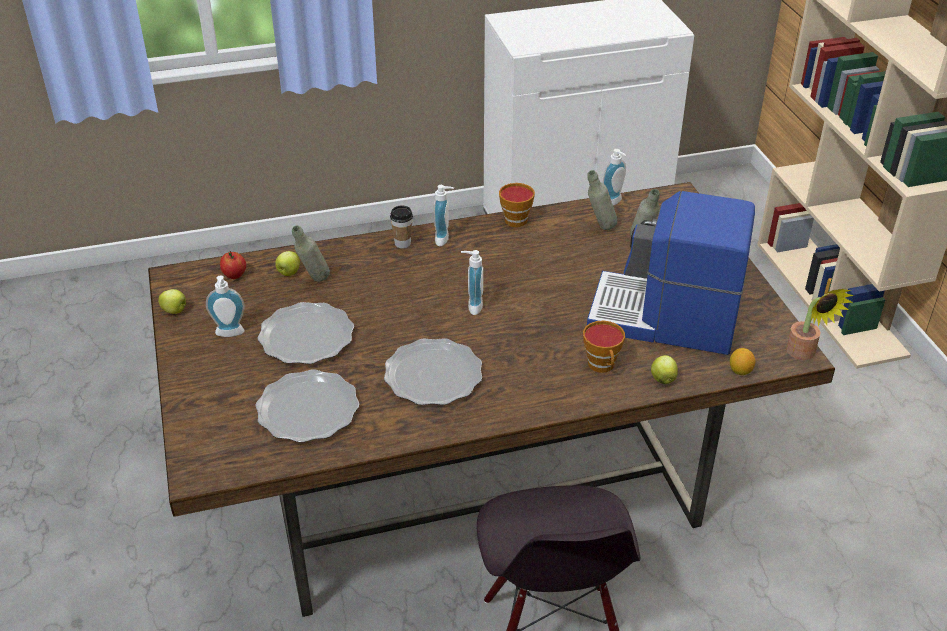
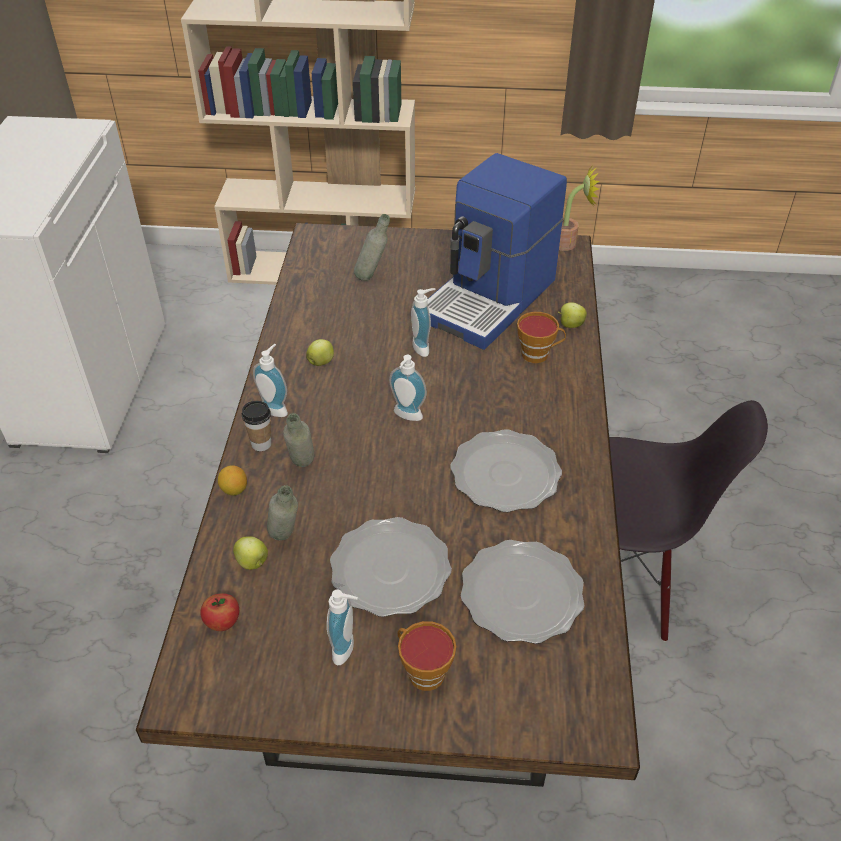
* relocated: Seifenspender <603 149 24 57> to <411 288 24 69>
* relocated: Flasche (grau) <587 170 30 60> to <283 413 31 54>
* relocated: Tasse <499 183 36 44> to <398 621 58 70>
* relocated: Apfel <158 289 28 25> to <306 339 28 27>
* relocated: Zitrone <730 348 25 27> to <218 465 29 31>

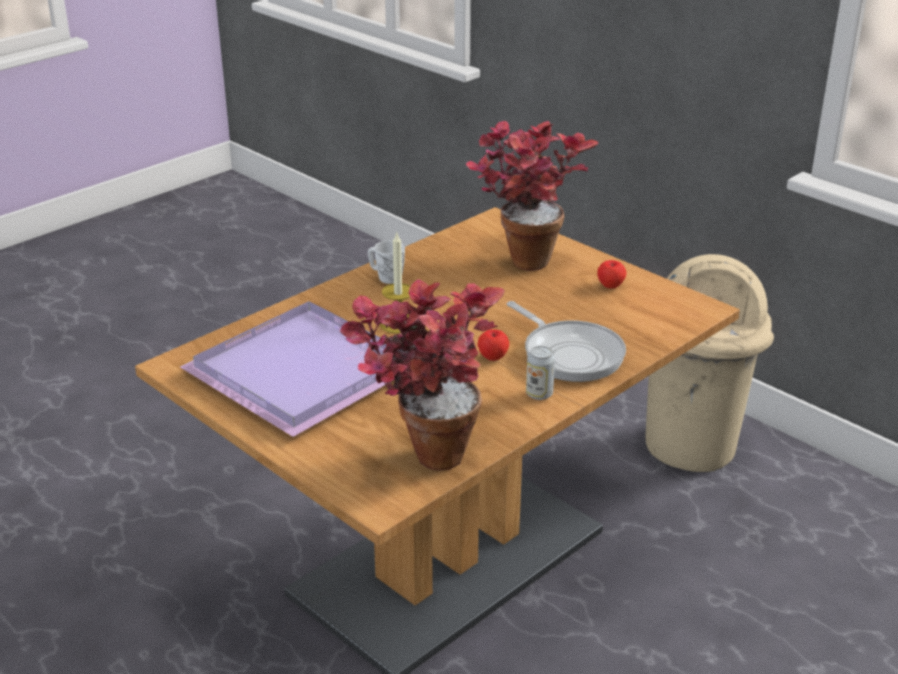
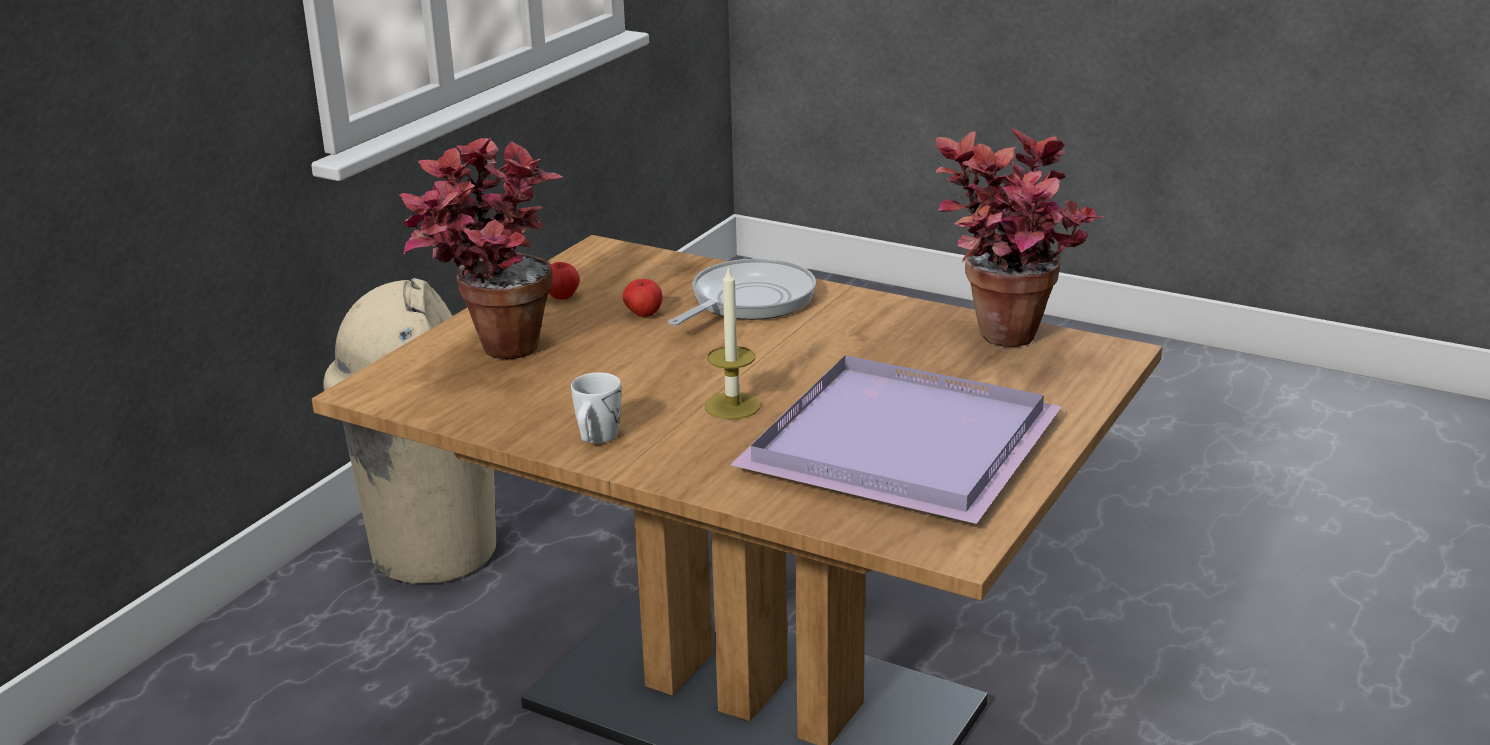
* relocated: Apfel <477 329 32 32> to <623 279 40 38>
* missing: Dose <526 346 29 54>

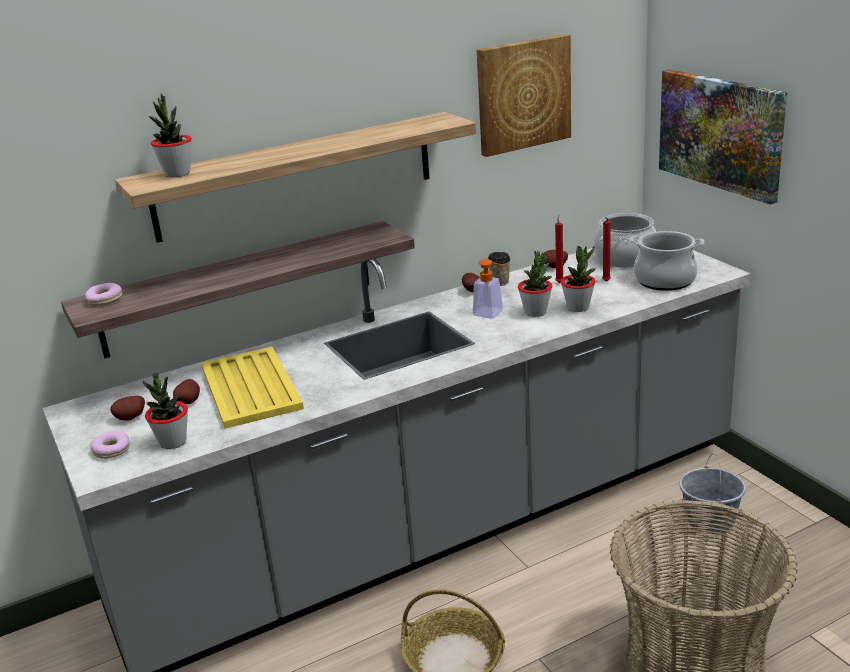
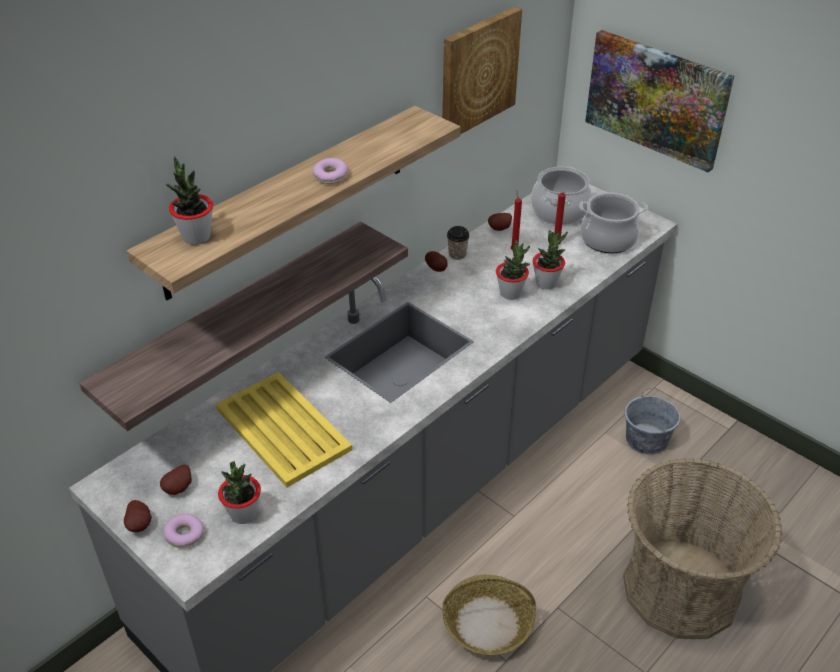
* missing: Seifenspender <473 259 34 60>
* relocated: Donut <85 283 37 23> to <313 158 35 26>
* relocated: Kartoffel <173 379 27 25> to <124 500 28 32>

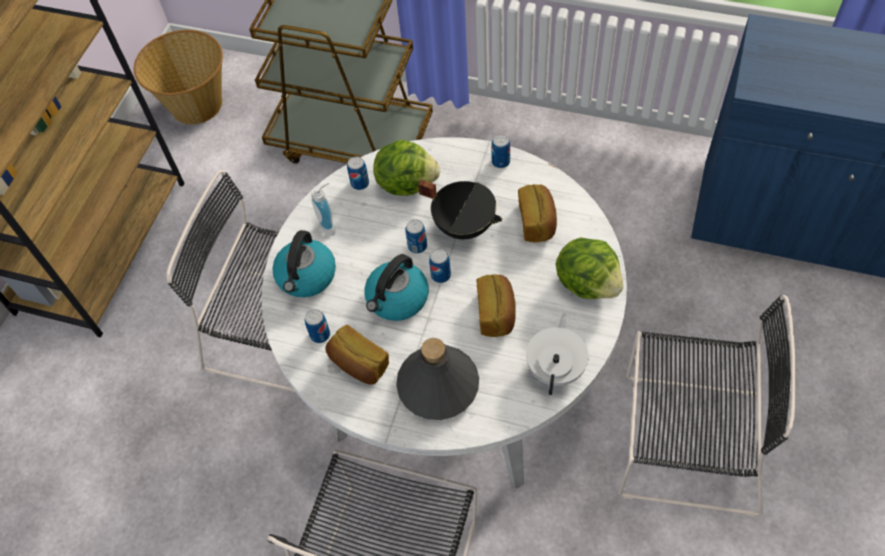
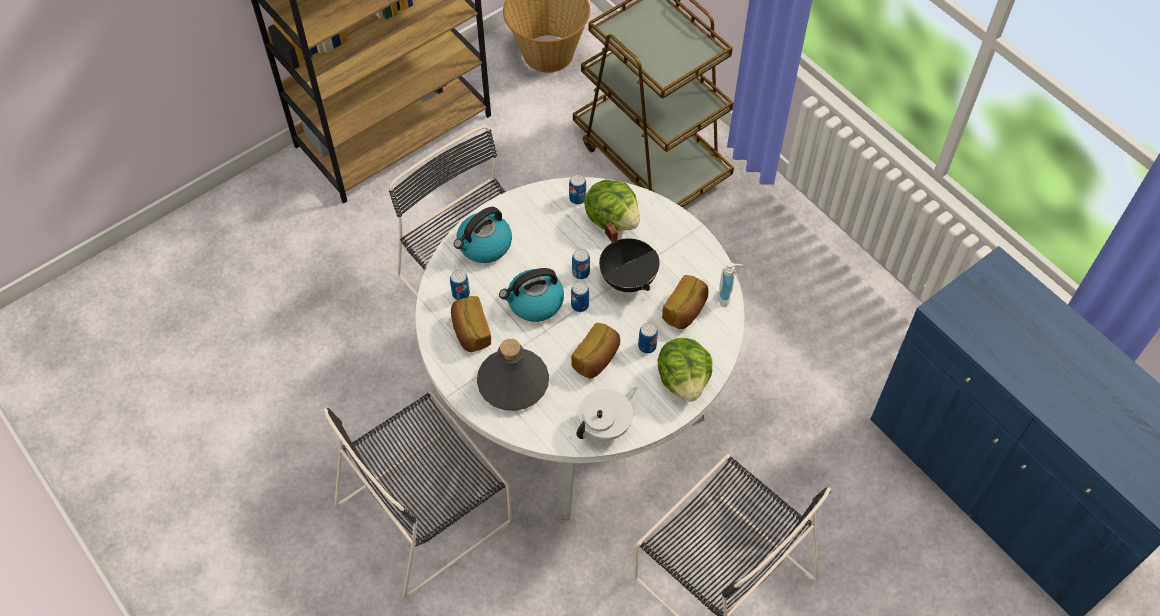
* relocated: Dose <491 134 19 34> to <638 323 20 31>
* relocated: Seifenspender <312 182 24 54> to <718 262 25 45>

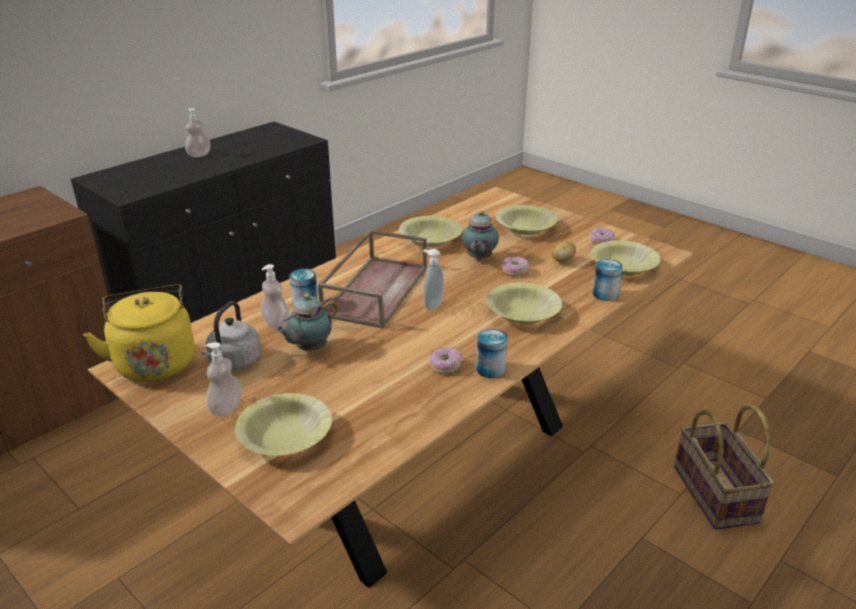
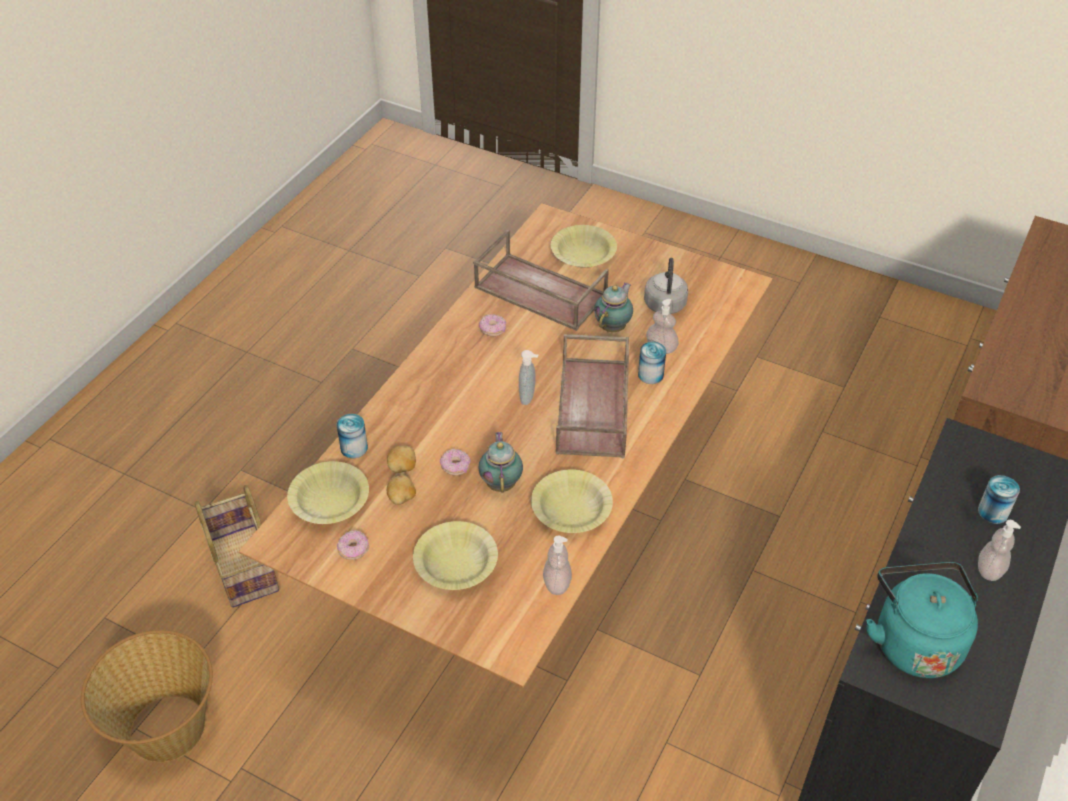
* missing: Schüssel (gelb) <486 282 76 42>
* missing: Wasserkessel (gelb) <83 284 112 98>
* relocated: Dose <476 329 32 49> to <978 475 42 49>
* relocated: Seifenspender <206 342 35 74> to <543 535 29 60>
* appeared: Tablett (braun) <473 230 136 101>
* appeared: Kartoffel <387 446 29 27>
* appeared: Wasserkessel (türkis) <866 562 112 116>
* appeared: Korb <81 630 132 132>

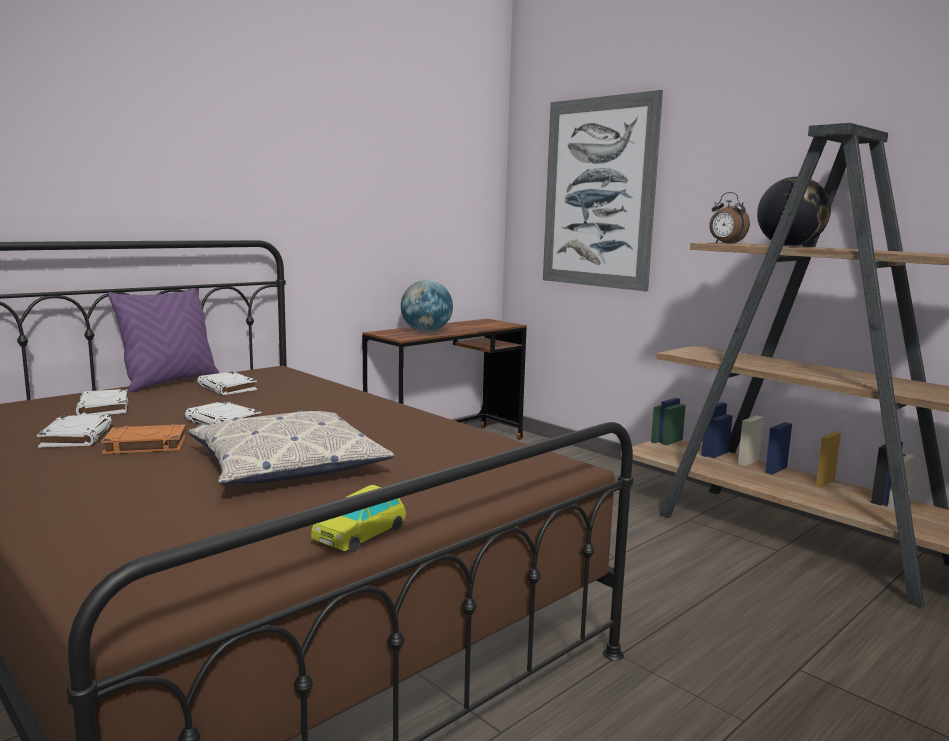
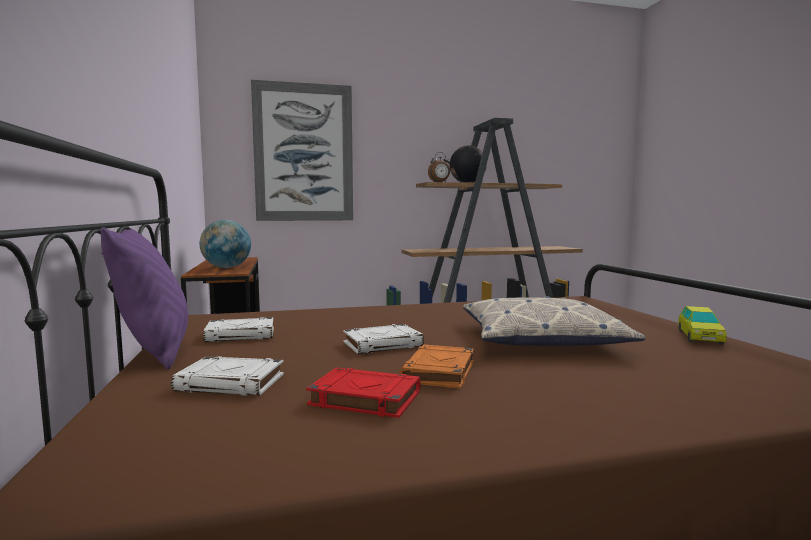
* colour: Buch (weiß) <37 415 75 33> to Buch (rot) <306 367 115 51>
* spun: Spielzeugauto <311 485 95 68> = <678 306 49 38> 45 degrees clockwise

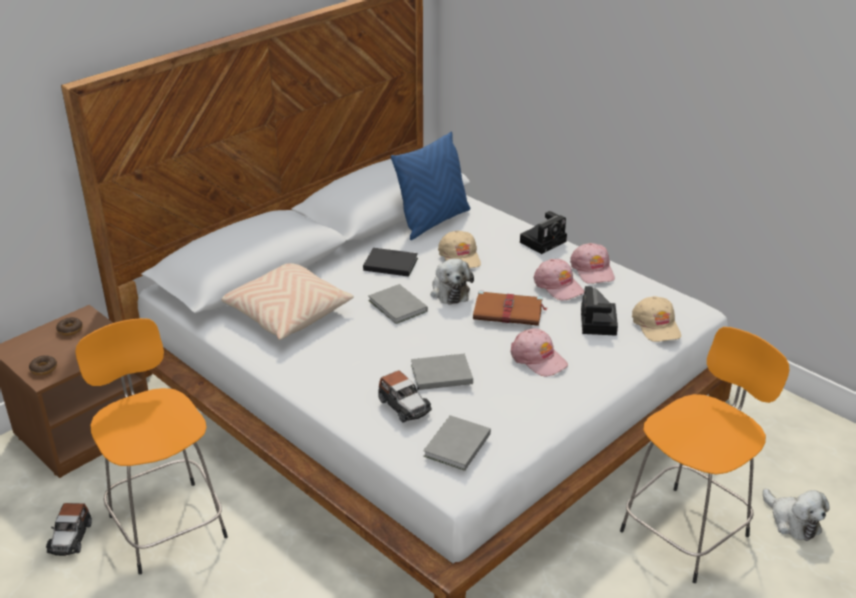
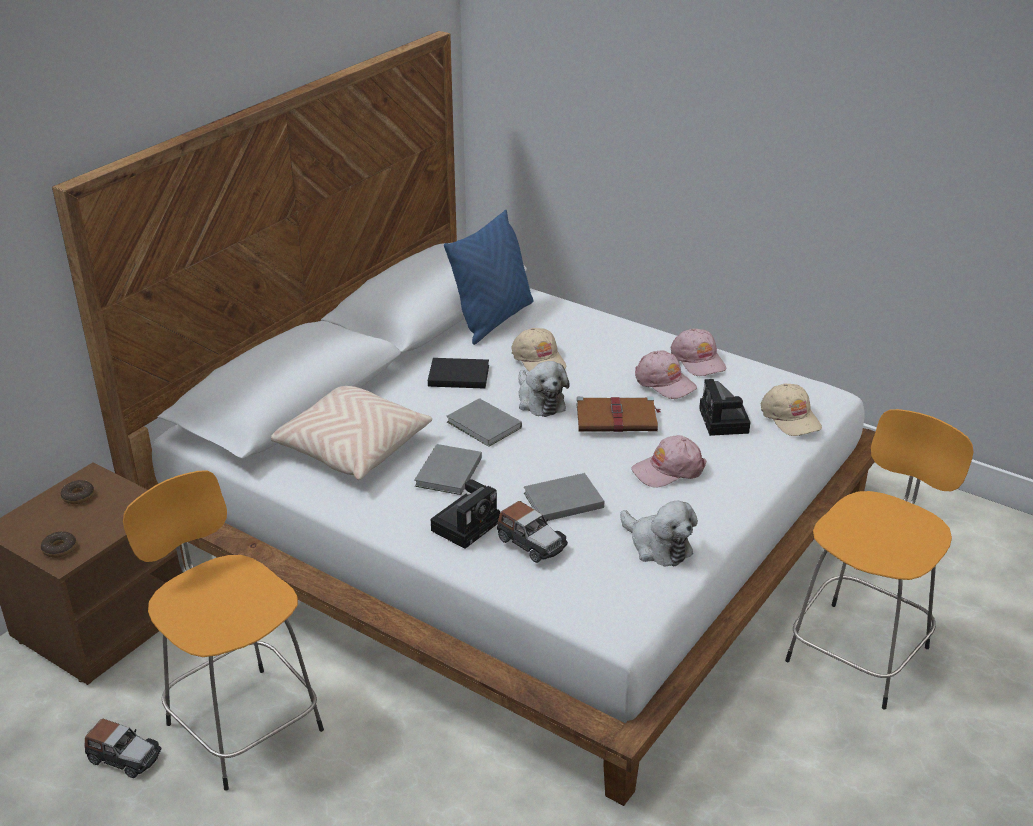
* relocated: Kamera <520 211 47 43> to <431 479 69 70>
* spun: Kappe (rosa) <511 328 57 49> = <631 435 76 53> 120 degrees clockwise
* relocated: Buch (grau) <423 415 68 56> to <414 444 68 51>
* relocated: Plüschtier <763 489 67 52> to <620 501 78 65>
* spun: Spielzeugauto <46 503 46 53> = <85 719 76 59> 60 degrees counterclockwise

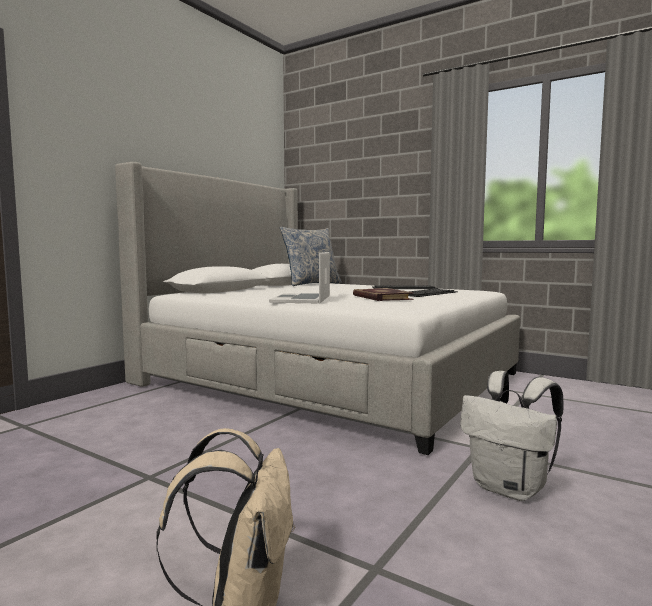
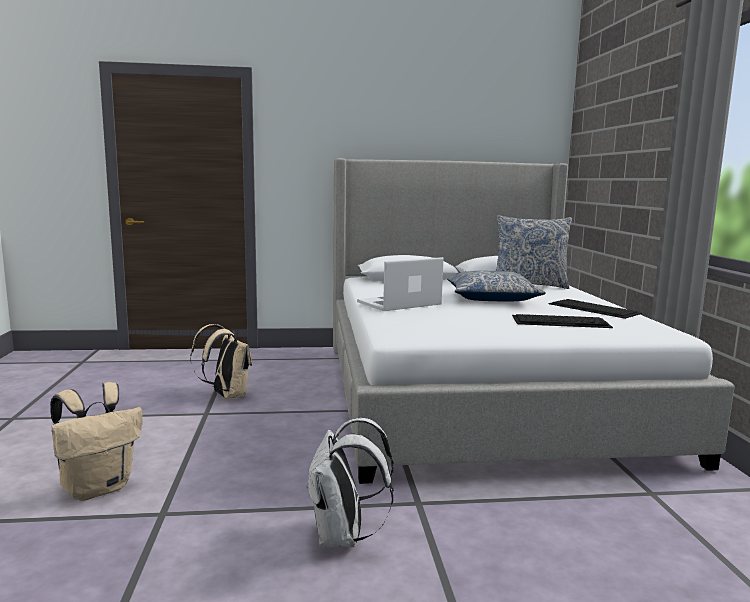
* missing: Buch <353 288 61 13>
* appeared: Kissen <447 271 99 30>
* appeared: Rucksack (beige) <190 324 62 75>

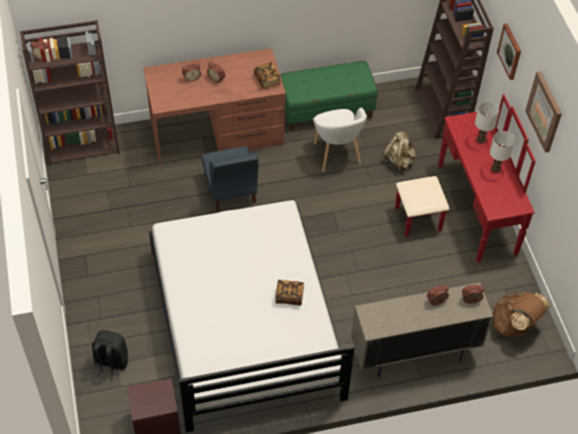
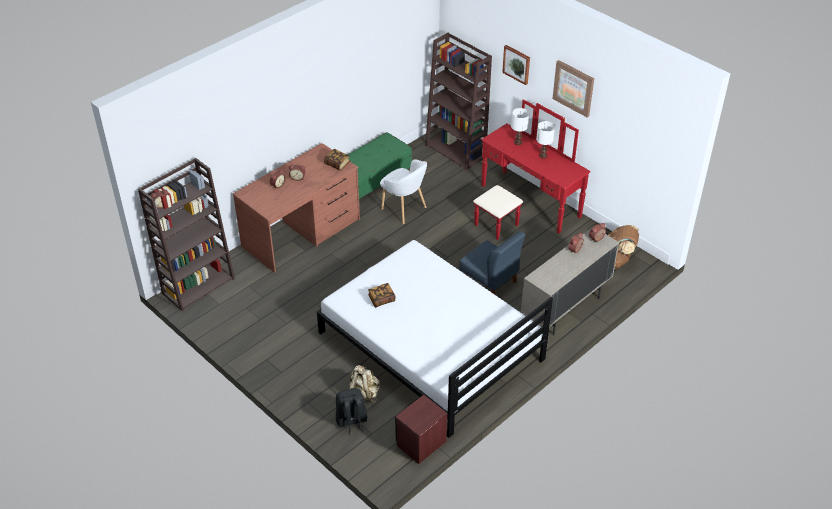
* relocated: Rucksack (beige) <383 132 33 40> to <349 365 31 38>
* relocated: Stuhl (blau) <202 146 57 65> to <459 231 66 64>
* relocated: Buch <275 280 29 26> to <368 283 28 25>

